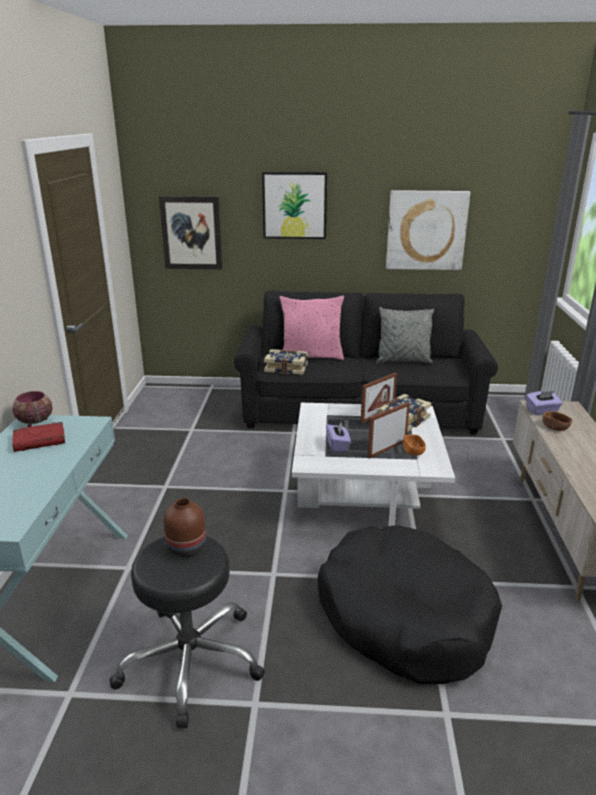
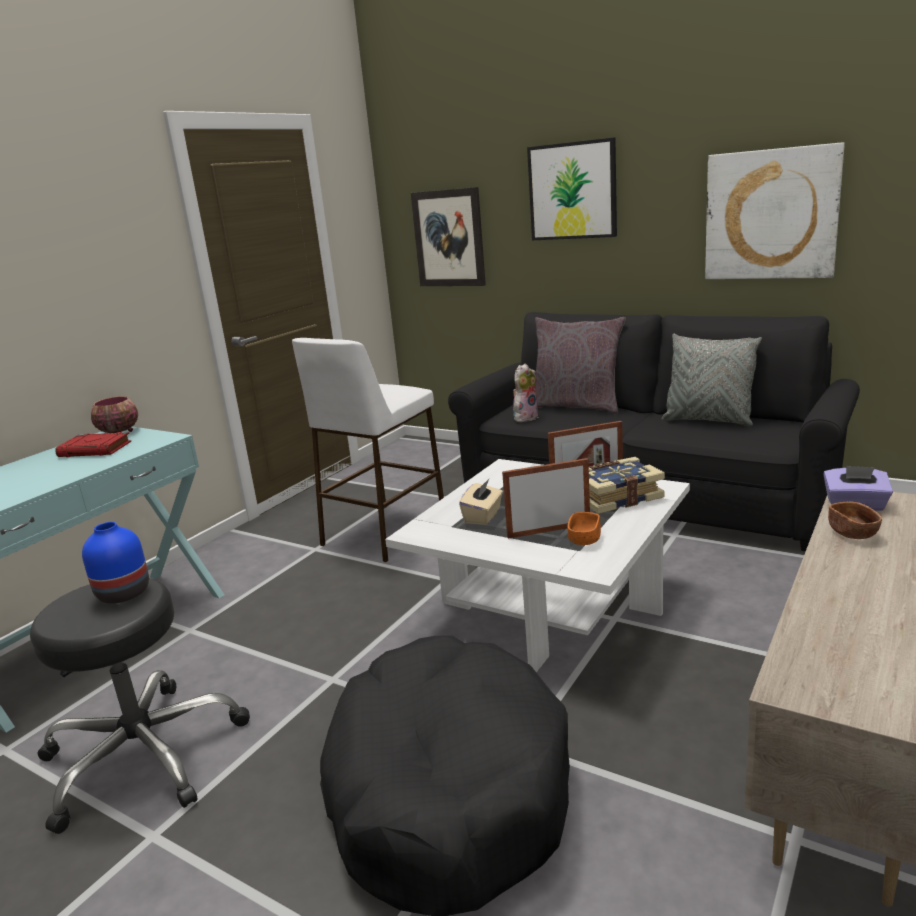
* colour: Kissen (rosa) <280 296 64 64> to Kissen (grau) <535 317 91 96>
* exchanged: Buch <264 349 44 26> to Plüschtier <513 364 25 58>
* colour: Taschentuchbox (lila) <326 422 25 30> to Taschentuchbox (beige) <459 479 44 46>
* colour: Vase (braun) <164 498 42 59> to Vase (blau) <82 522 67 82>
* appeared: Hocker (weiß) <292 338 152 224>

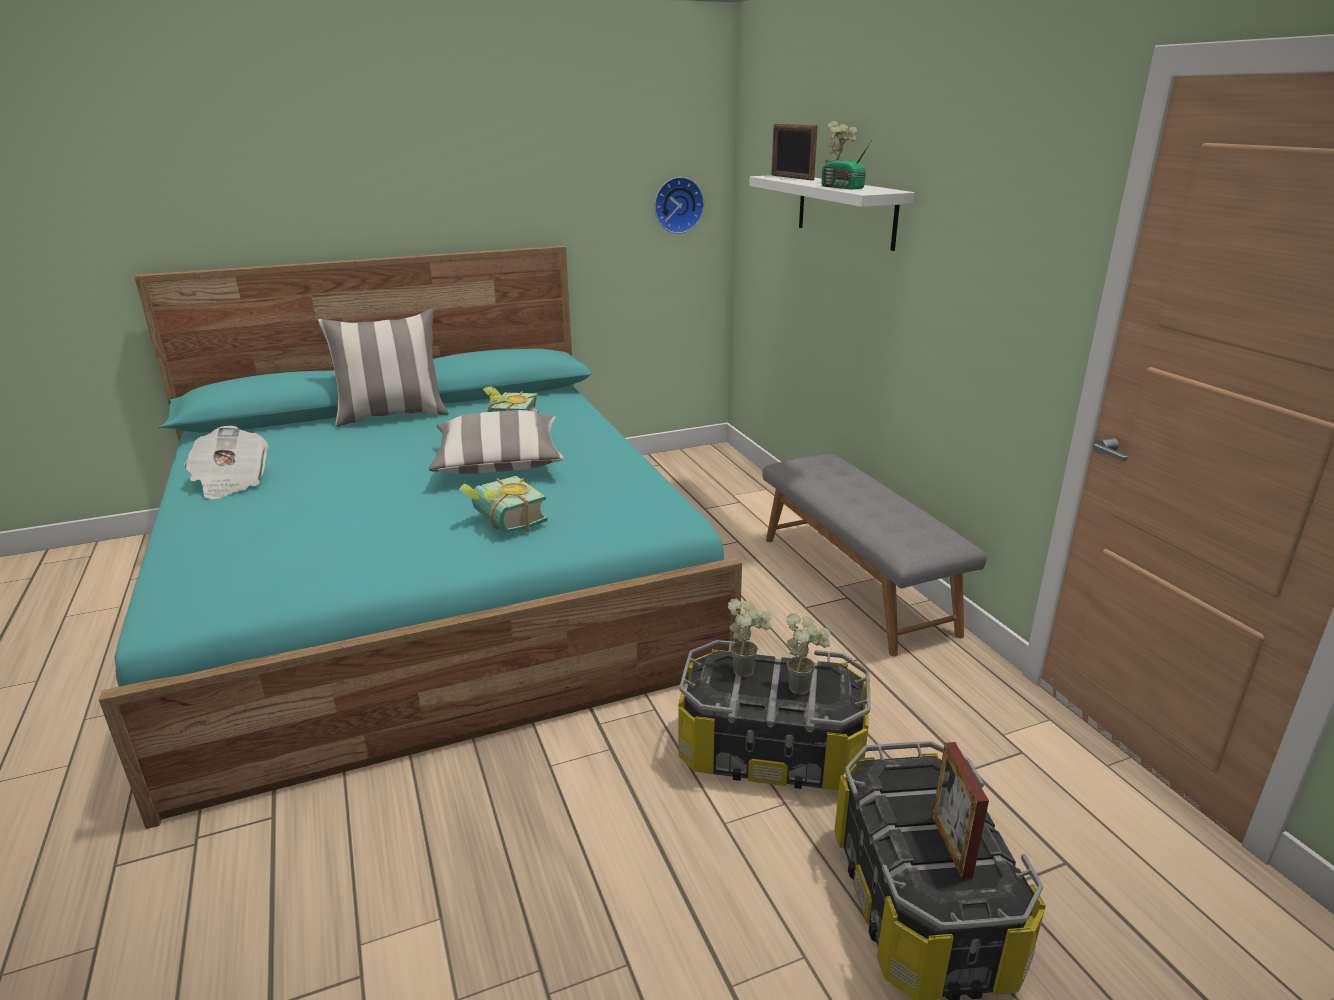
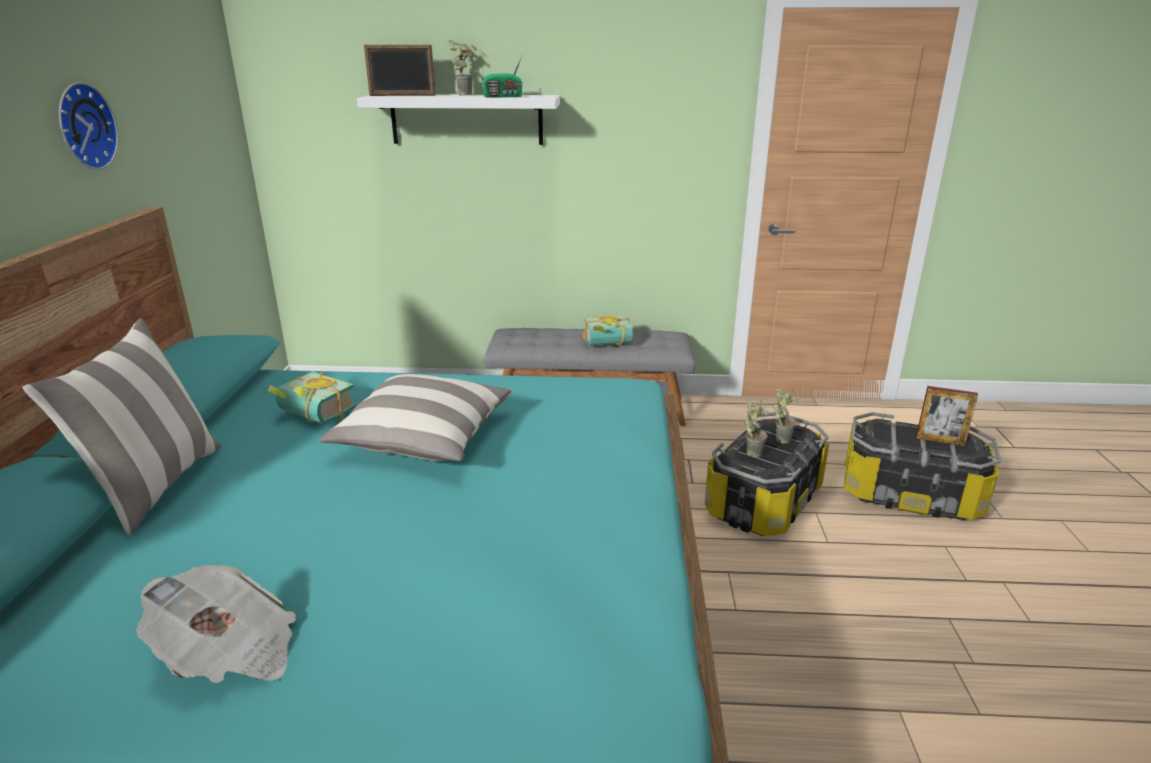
* relocated: Wanduhr <654 177 50 57> to <59 82 60 88>
* relocated: Buch <459 476 89 58> to <583 315 50 30>

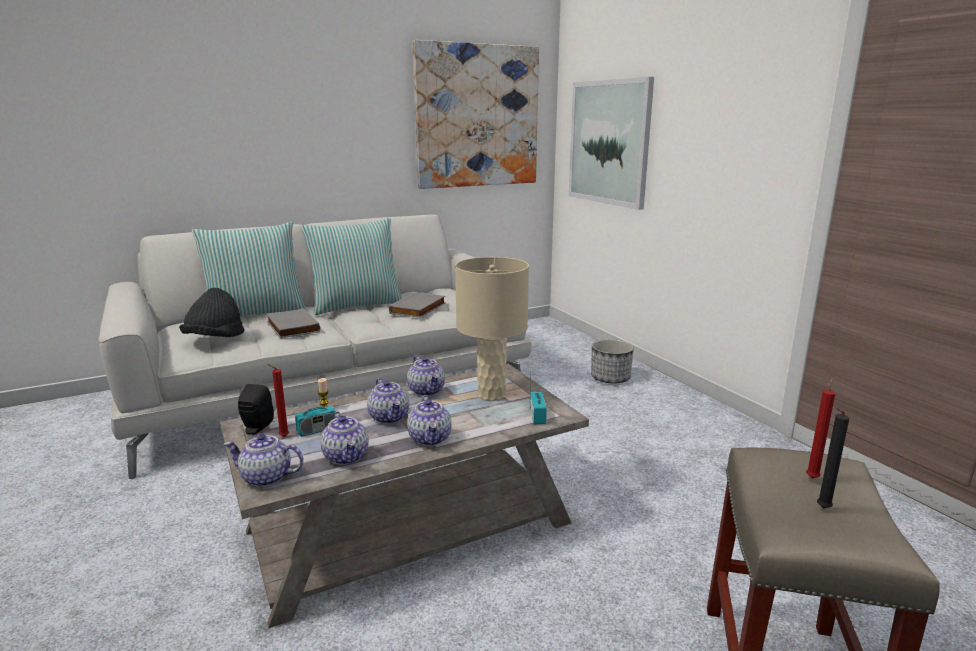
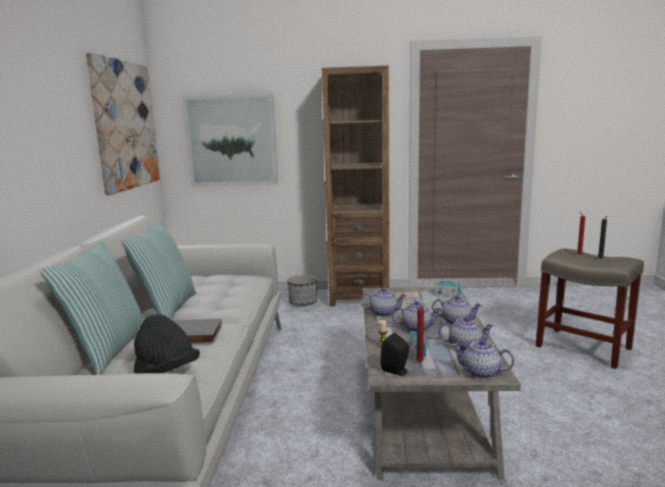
* missing: Tischlampe (beige) <455 257 74 144>
* missing: Buch (grau) <389 292 56 26>
* spun: Teekanne <224 434 80 53> = <452 339 62 40> 75 degrees clockwise
* appeared: Bücherregal (braun) <322 66 67 241>

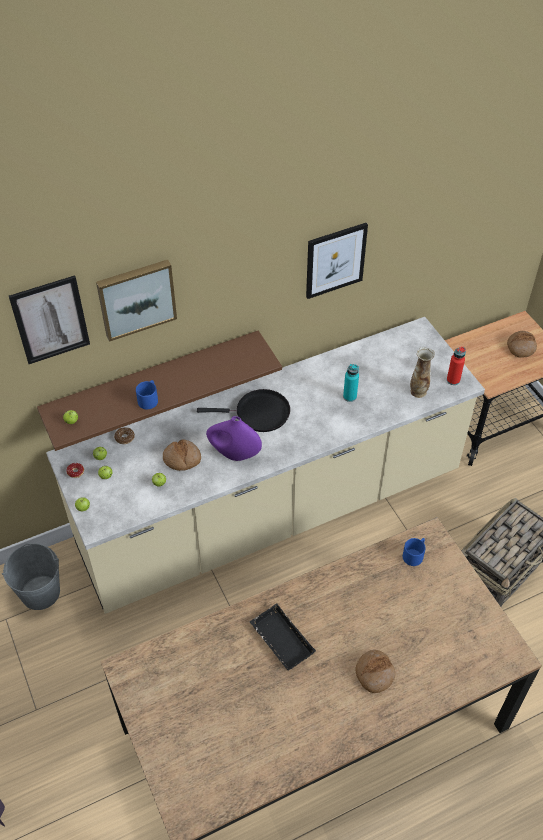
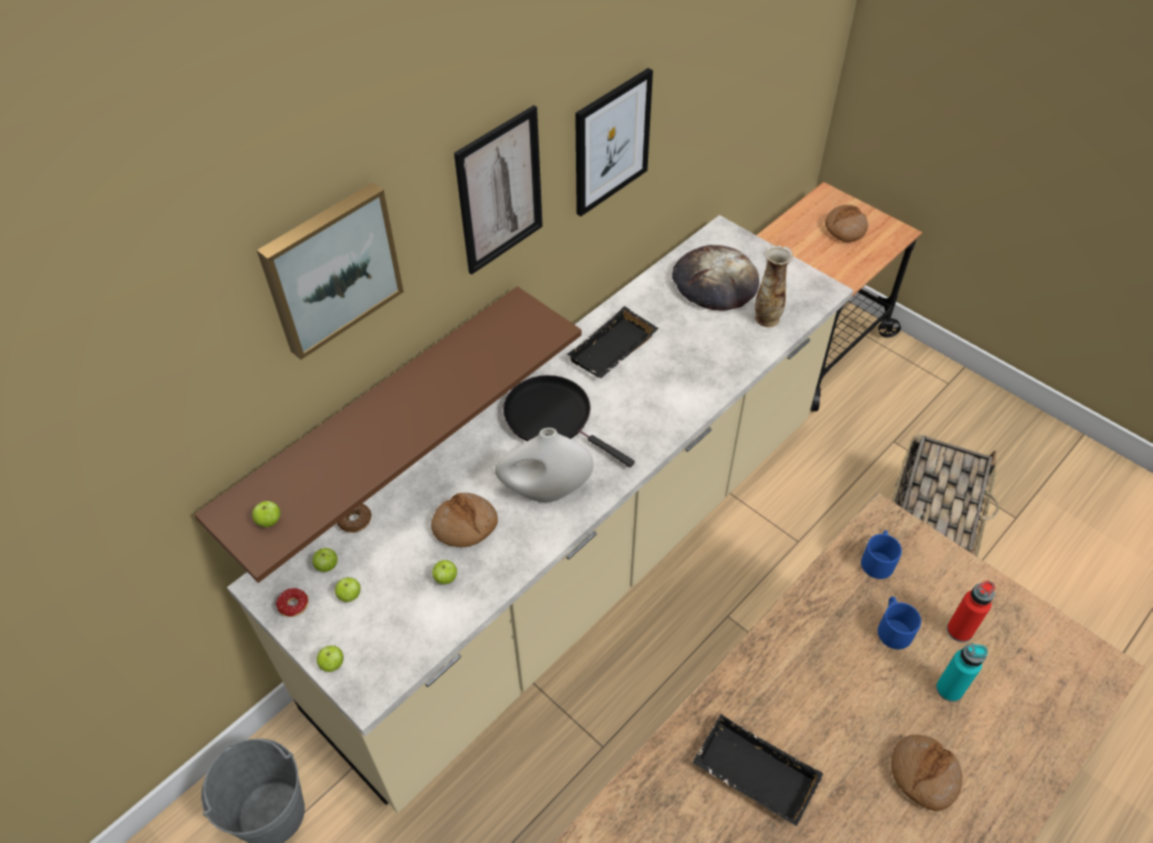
* relocated: Bild <9 275 81 89> to <454 105 89 170>
* relocated: Flasche (rot) <447 347 19 38> to <947 581 48 61>
* relocated: Flasche (türkis) <343 364 16 38> to <936 644 52 58>
* relocated: Henkelbecher (blau) <136 380 22 29> to <878 597 43 52>
* spun: Pfanne (schwarz) <197 389 93 43> = <503 375 132 92> 120 degrees counterclockwise
* colour: Vase (lila) <206 416 56 45> to Vase (weiß) <495 428 98 74>
* appeared: Brot <672 245 87 66>
* appeared: Tablett (schwarz) <567 306 92 72>

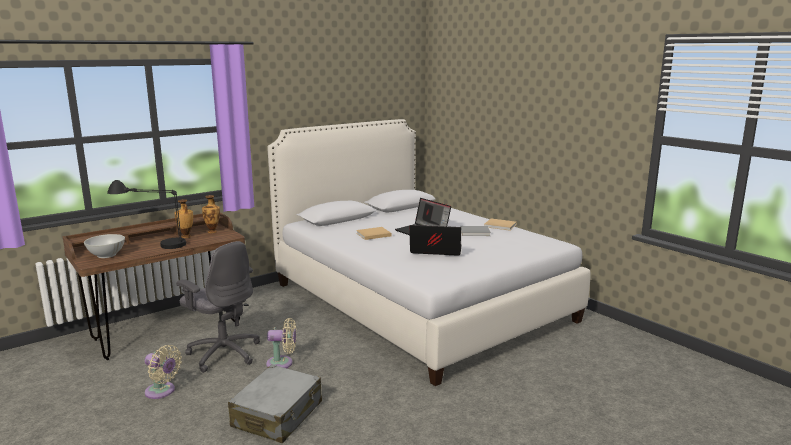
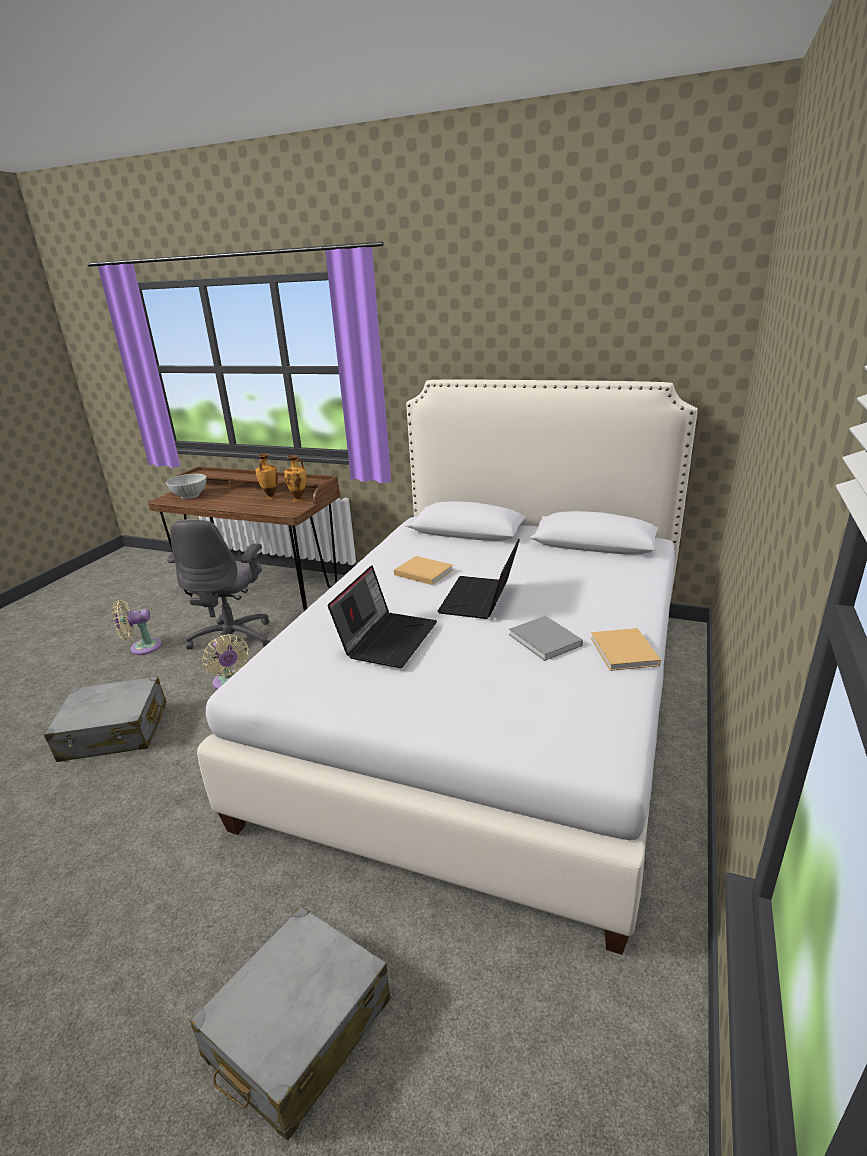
* missing: Tischlampe (schwarz) <107 180 80 69>
* spun: Laptop <409 225 53 31> = <328 566 109 102> 45 degrees clockwise
* spun: Ventilator (beige) <145 345 37 54> = <112 600 50 55> 75 degrees clockwise
* appeared: Koffer (grau) <189 906 202 235>

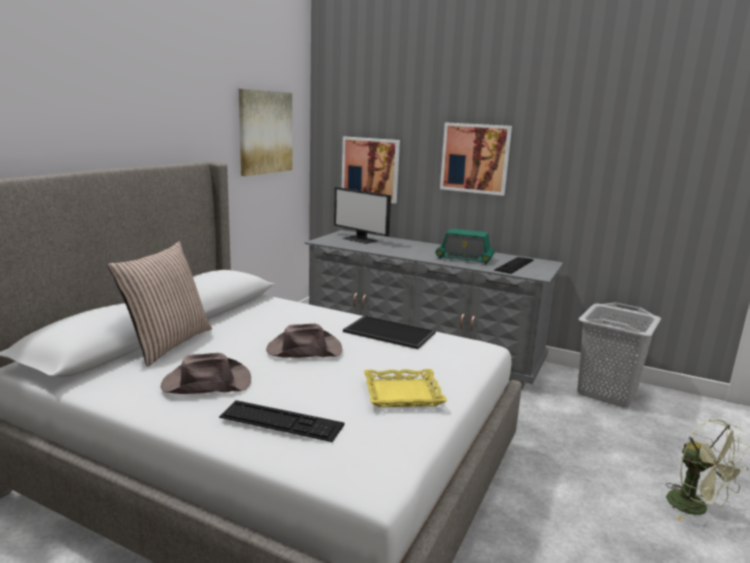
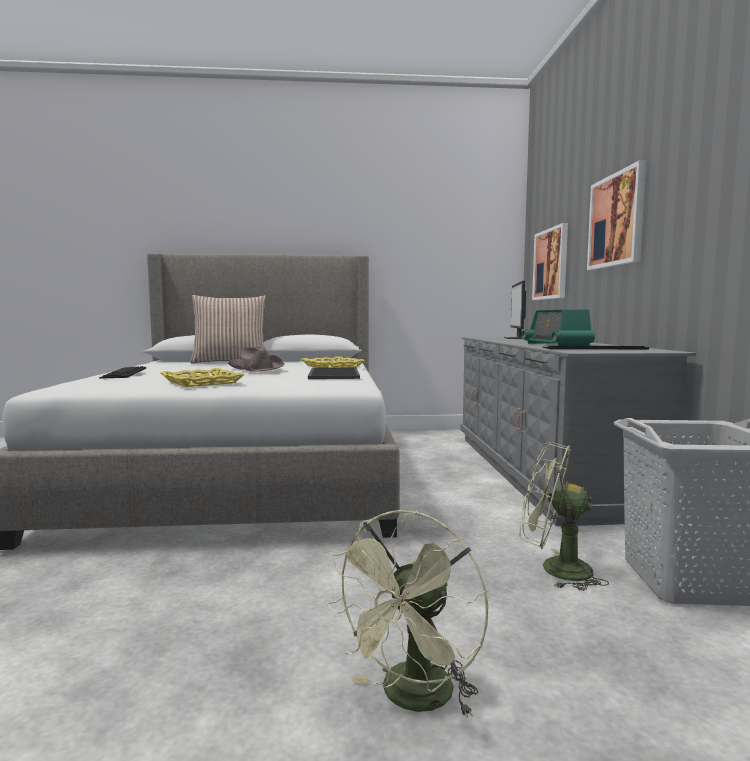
* missing: Bild <239 89 53 87>
* missing: Hut (braun) <161 353 90 41>
* appeared: Tablett (gelb) <301 356 64 12>
* appeared: Ventilator (grün) <520 442 89 149>

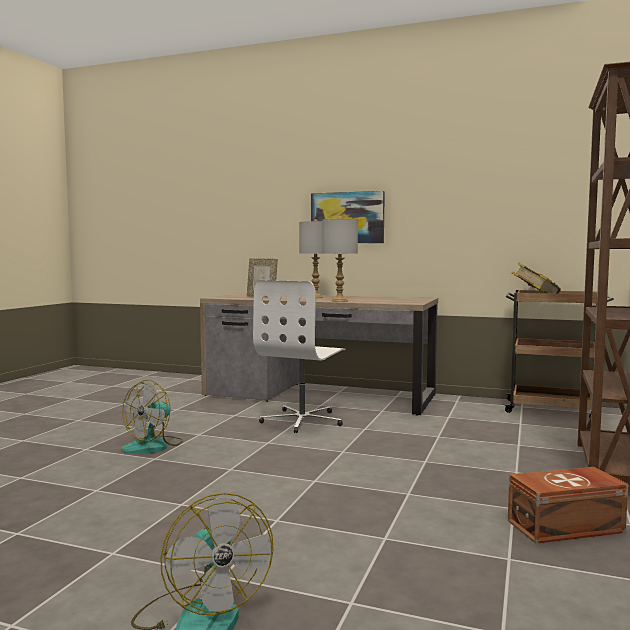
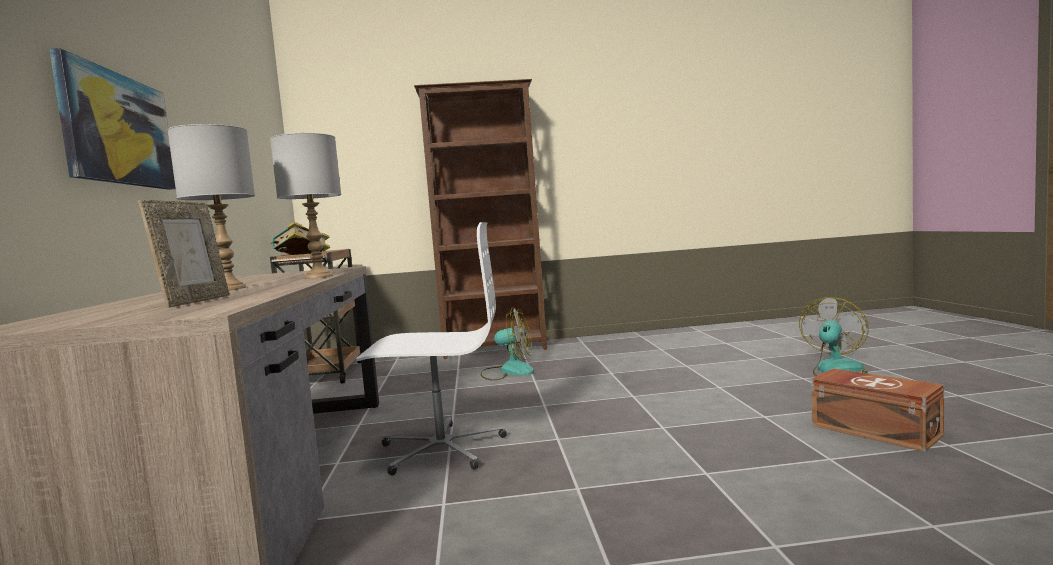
* relocated: Ventilator <122 380 61 74> to <481 308 53 73>
* relocated: Aufbewahrungsbox (braun) <508 467 120 77> to <811 368 133 84>

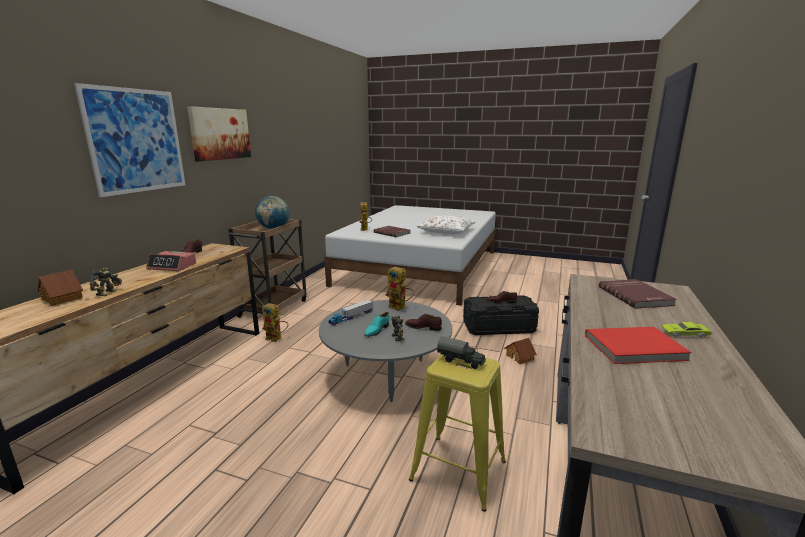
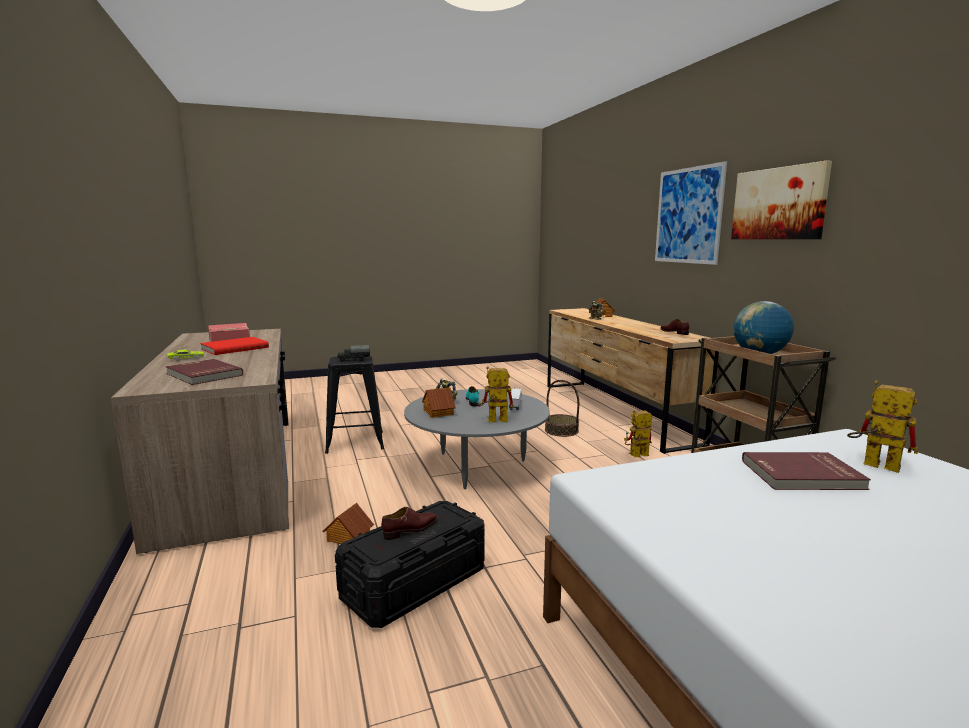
* missing: Kissen (weiß) <417 215 59 19>
* relocated: Wecker <146 251 50 20> to <208 323 42 19>
* exchanged: Schuh (braun) <405 314 37 17> to Spielzeughaus <422 387 34 31>
* colour: Hocker (gelb) <409 354 97 158> to Hocker (schwarz) <325 356 59 98>
* appeared: Korb <545 380 34 57>

